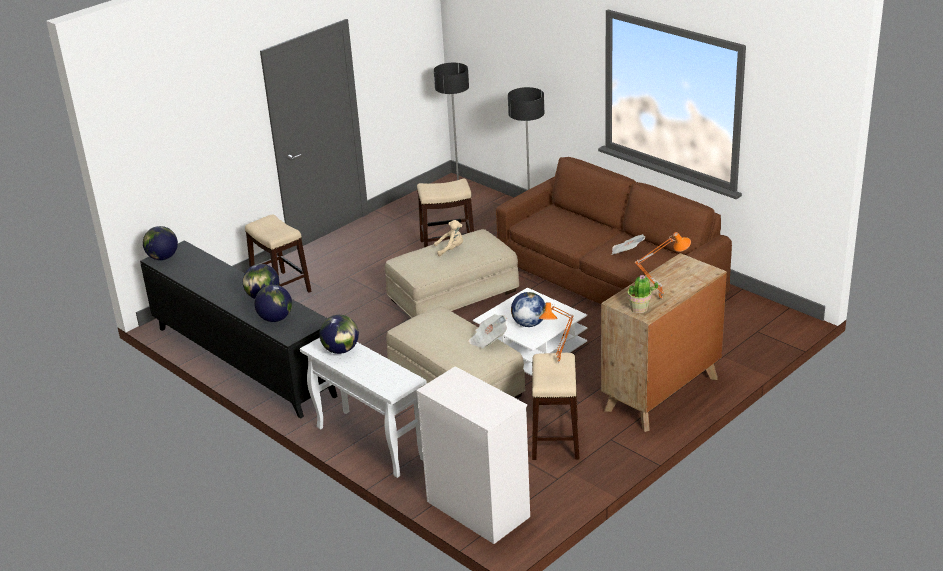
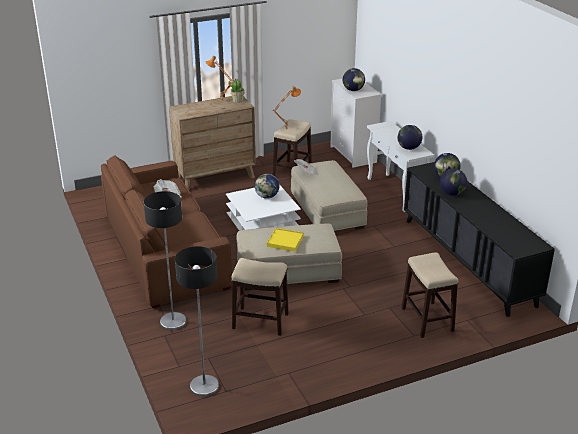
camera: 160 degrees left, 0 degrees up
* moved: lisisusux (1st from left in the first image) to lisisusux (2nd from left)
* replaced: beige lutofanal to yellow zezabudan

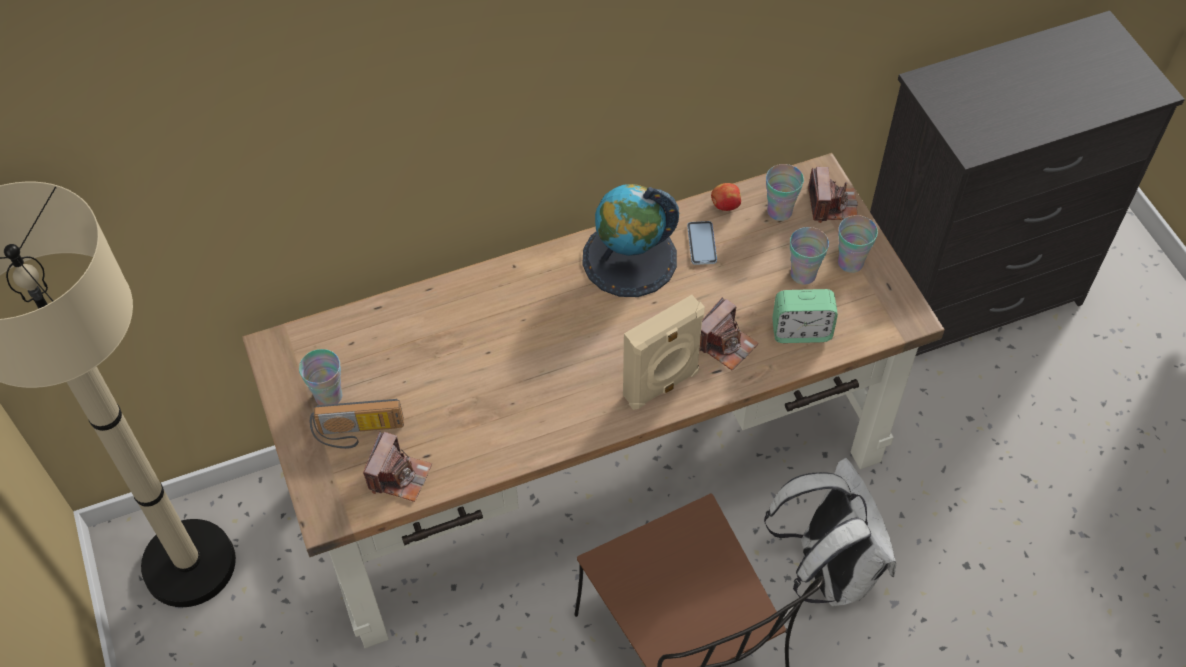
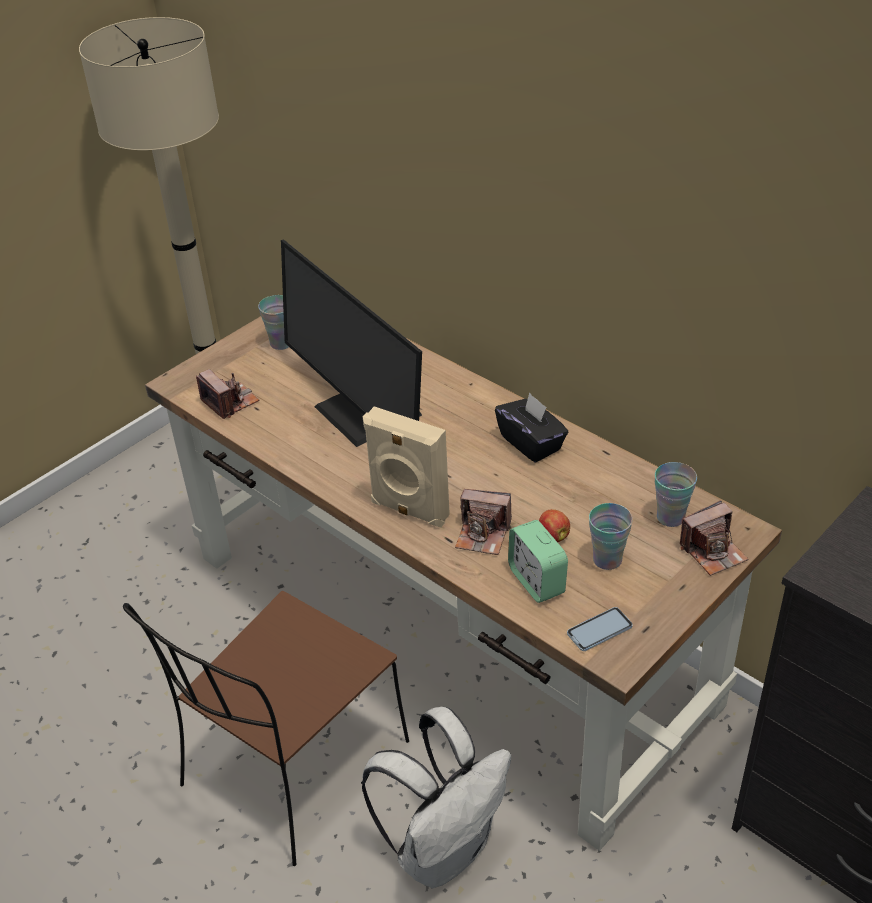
camera: 65 degrees right, 15 degrees down
* removed: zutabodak
* turned: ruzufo (1st from left) 120 degrees counterclockwise
* replaced: lisisusux to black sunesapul
* moved: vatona
* moved: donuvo
* removed: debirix (4th from left)
* added: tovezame

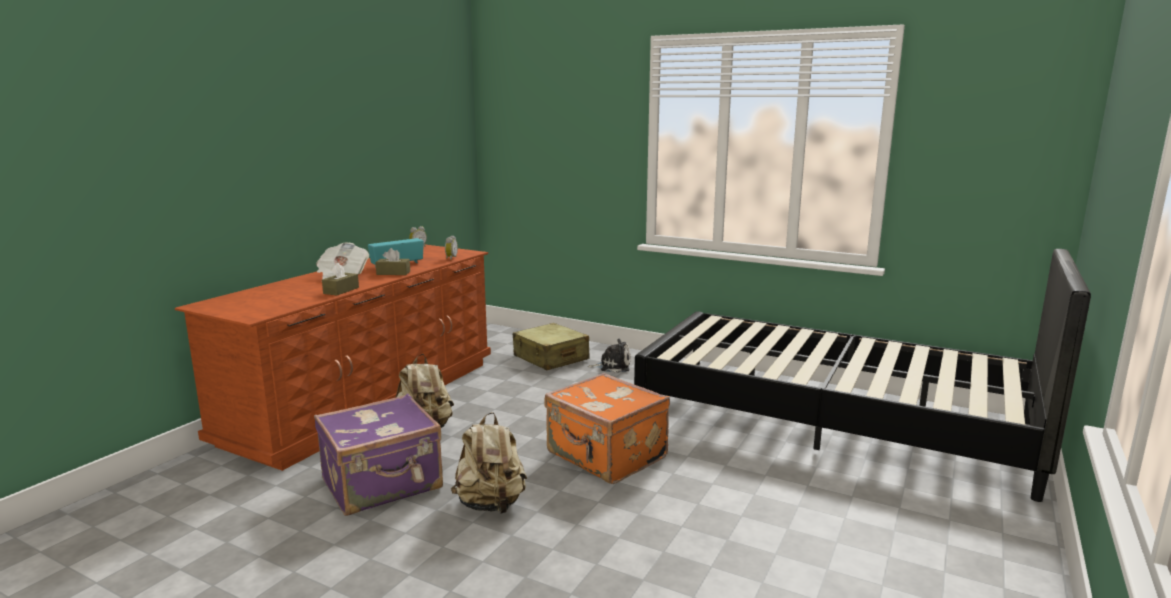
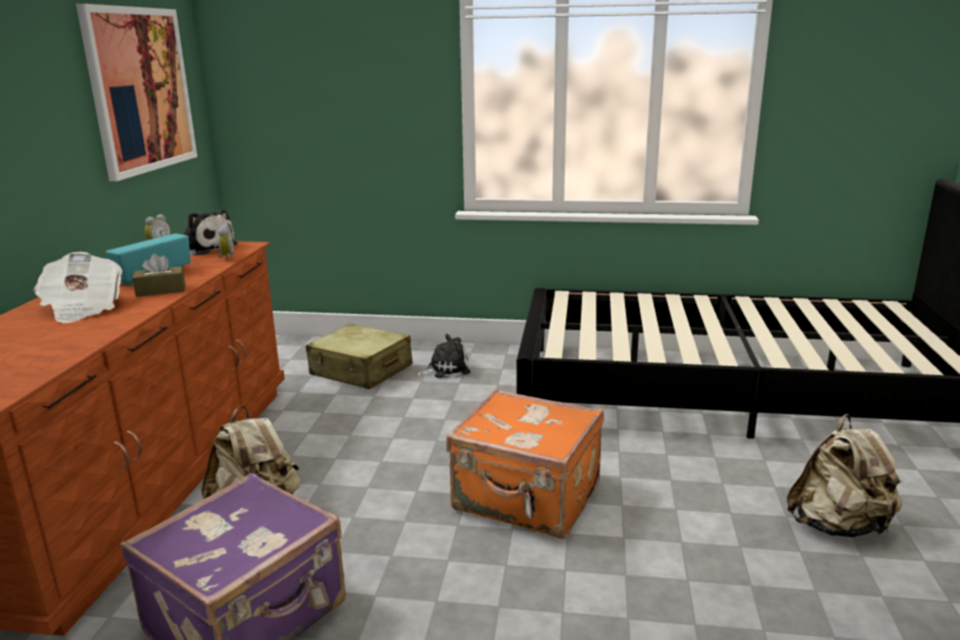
camera: 20 degrees left, 5 degrees up
* removed: brown sunesapul (1st from left)
* moved: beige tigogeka (2nd from left)
* added: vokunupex
* added: lutofanal (1st from left)

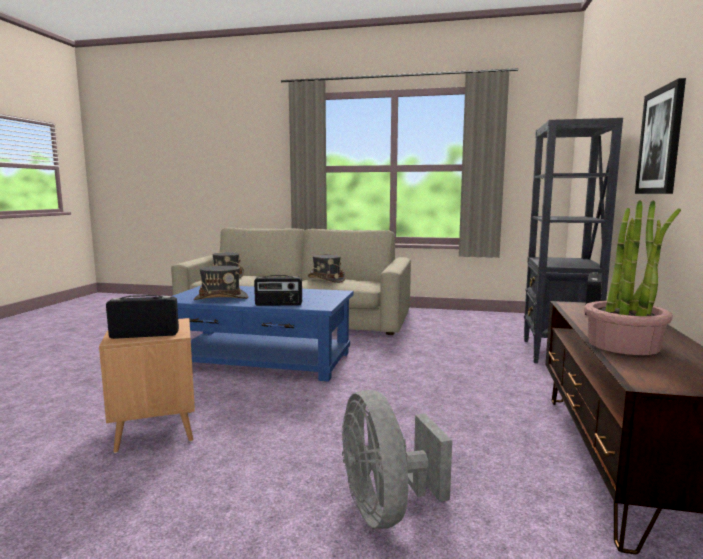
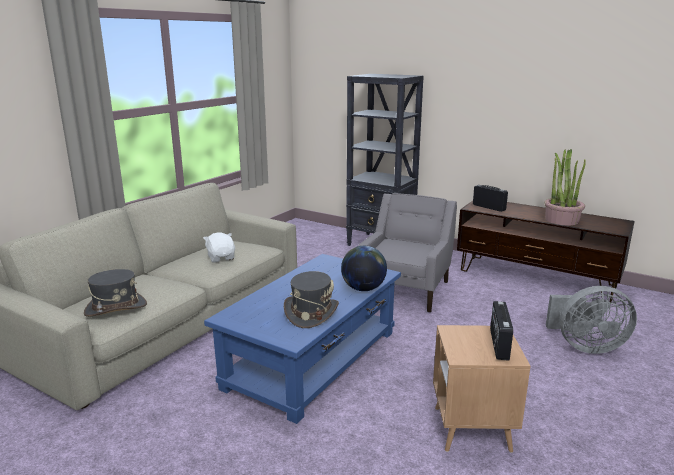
camera: 70 degrees left, 10 degrees up
* replaced: zutabodak (2nd from left) to lisisusux
* replaced: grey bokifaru (3rd from left) to white lutofanal
* removed: vokunupex
* added: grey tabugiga

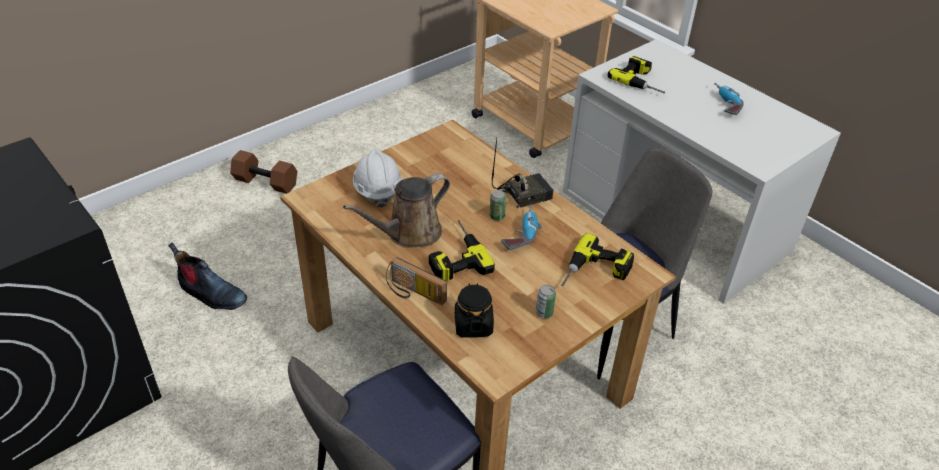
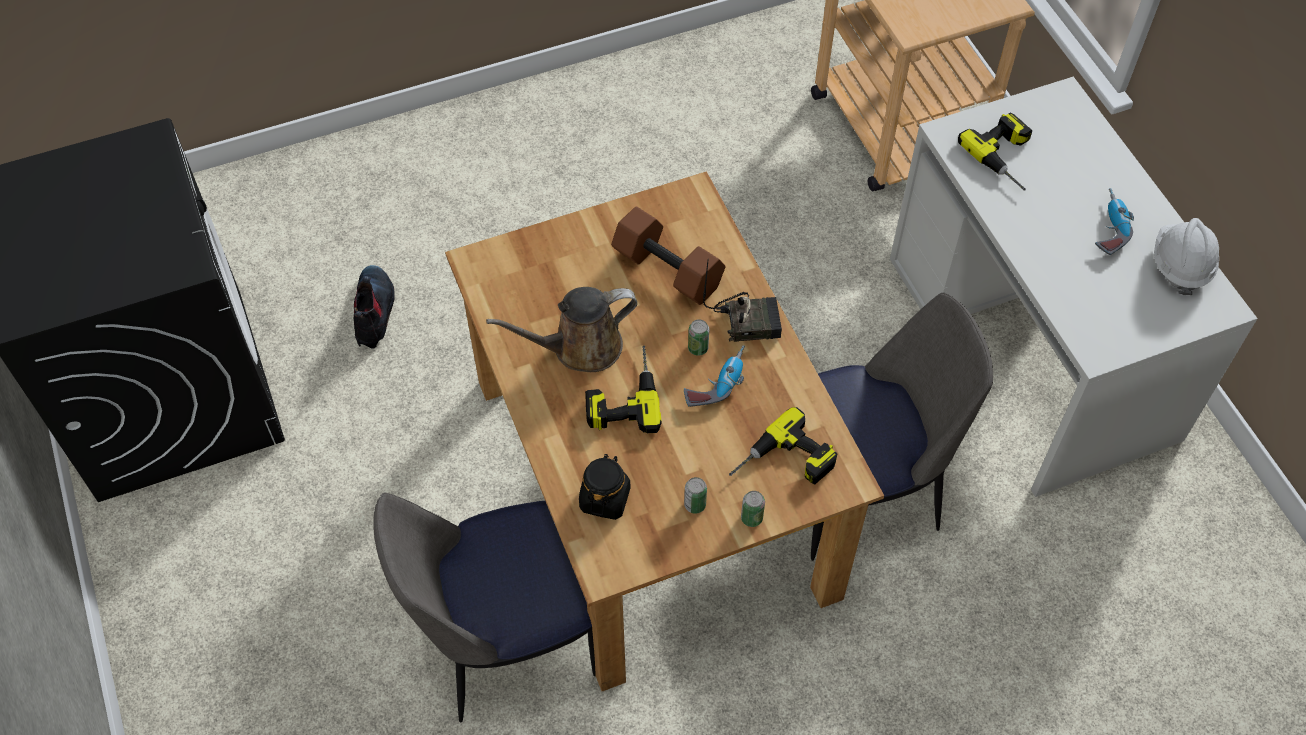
camera: 20 degrees right, 15 degrees up
* turned: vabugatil 135 degrees counterclockwise
* moved: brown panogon
* moved: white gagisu
* removed: zutabodak (1st from left)
* added: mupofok (3rd from left)

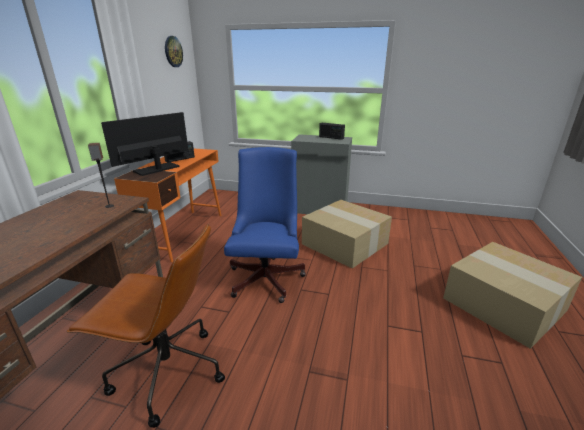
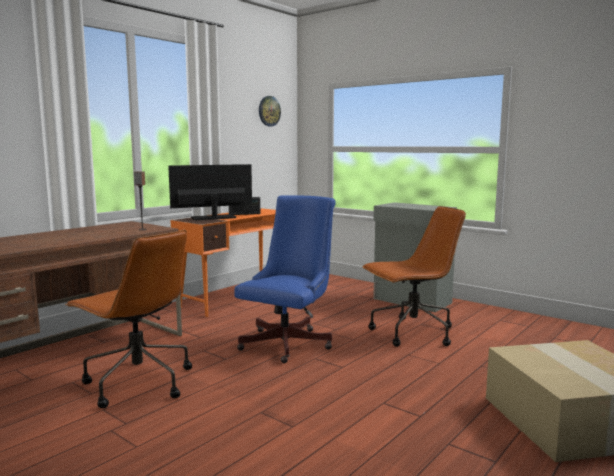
camera: 25 degrees right, 15 degrees down
* replaced: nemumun (1st from left) to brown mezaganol (2nd from left)
* removed: zutabodak (2nd from left)

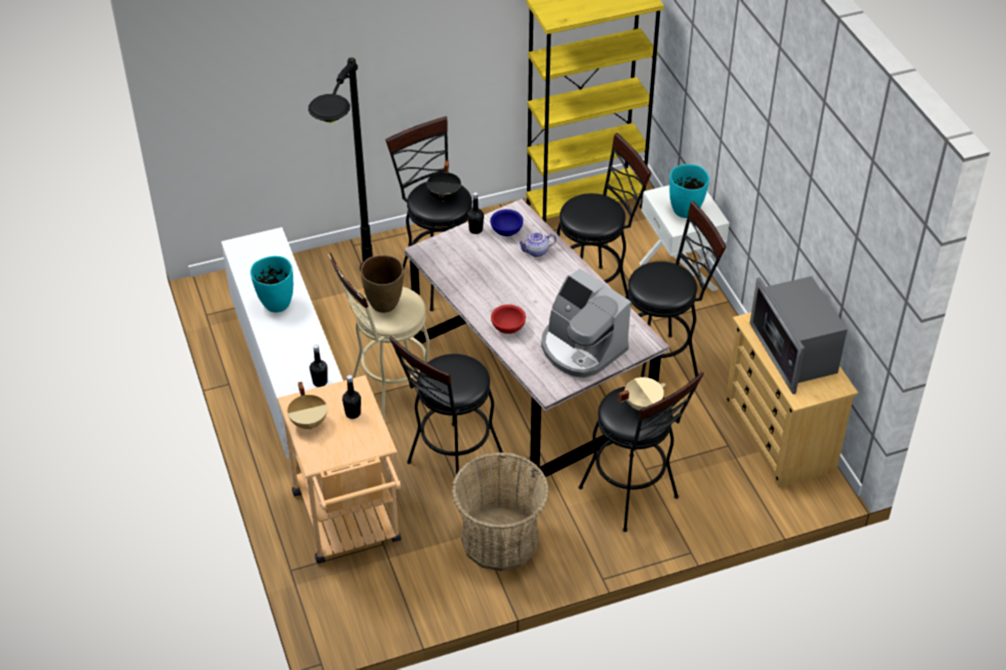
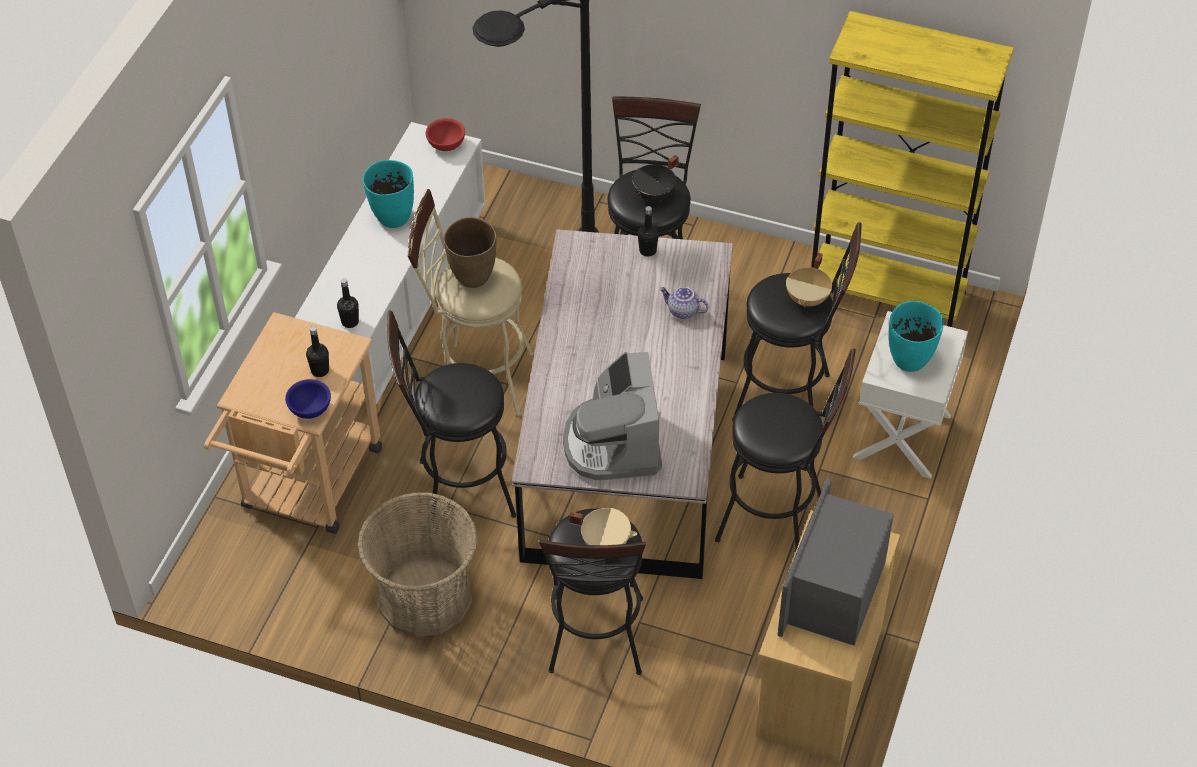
camera: 40 degrees right, 5 degrees up
* moved: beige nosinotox (1st from left in the first image) to beige nosinotox (2nd from left)
* moved: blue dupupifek
* moved: red dupupifek

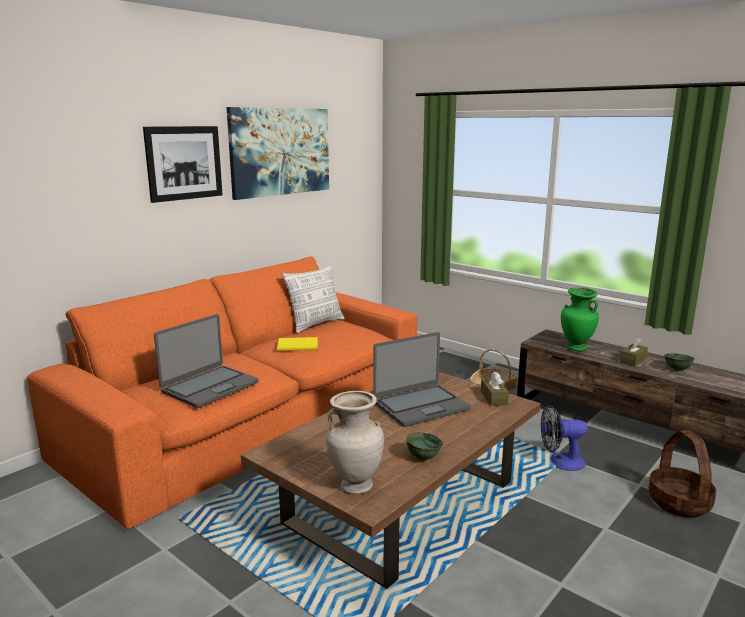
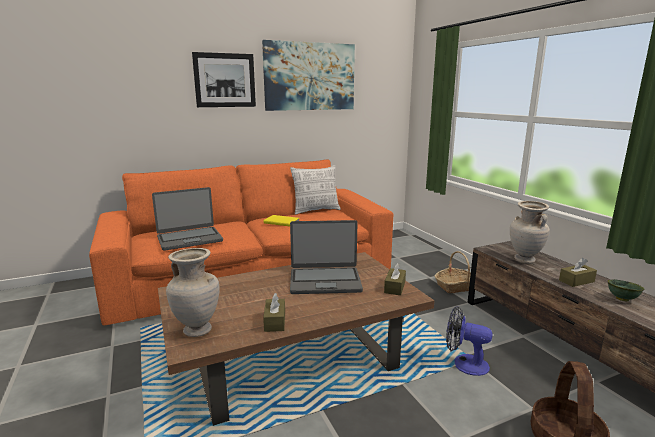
camera: 25 degrees right, 0 degrees up
* replaced: green dupupifek (1st from left) to brown sunesapul (1st from left)
* recoloured: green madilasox to beige madilasox (2nd from left)

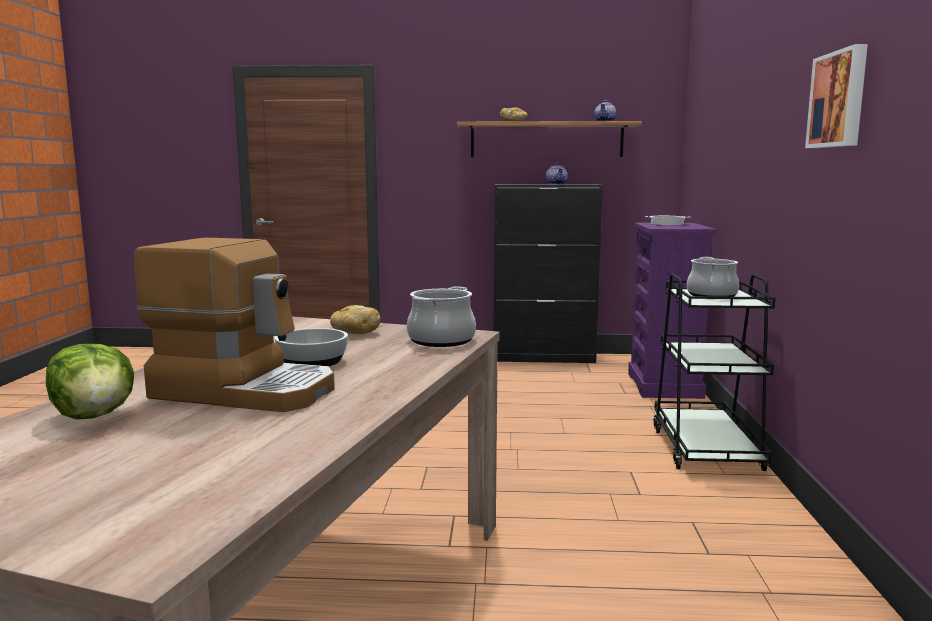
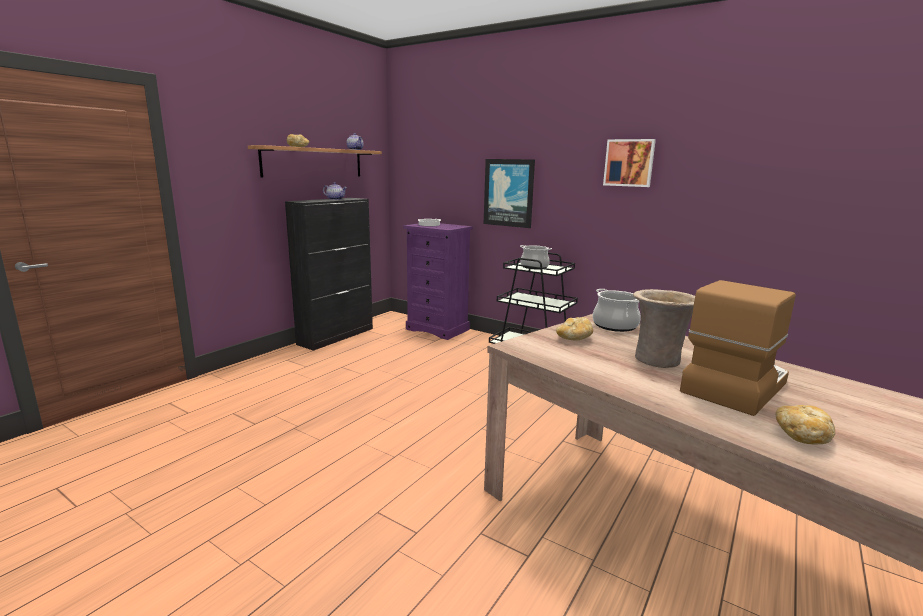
camera: 60 degrees left, 5 degrees up
* replaced: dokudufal to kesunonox (3rd from left)
* replaced: dupupifek to beige madilasox
* added: vokunupex (1st from left)

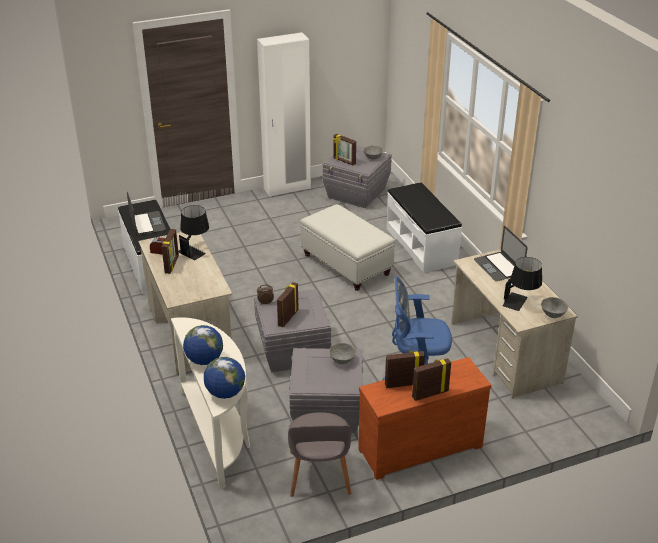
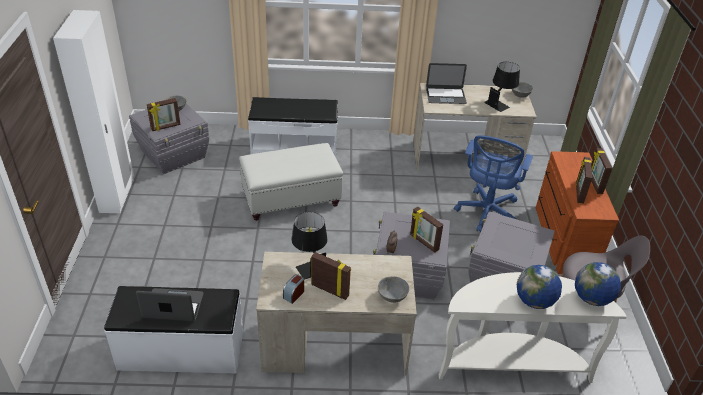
camera: 70 degrees left, 5 degrees up
* moved: grey dupupifek (1st from left in the first image) to grey dupupifek (2nd from left)

